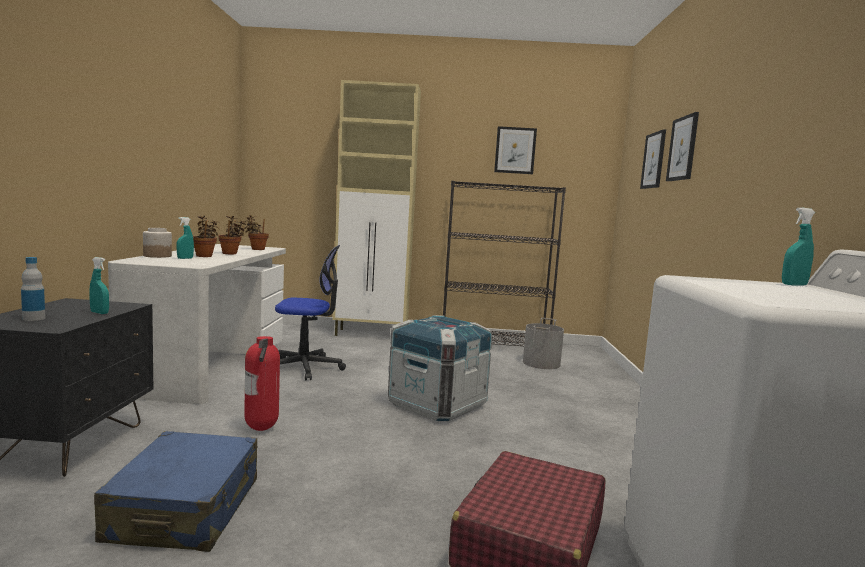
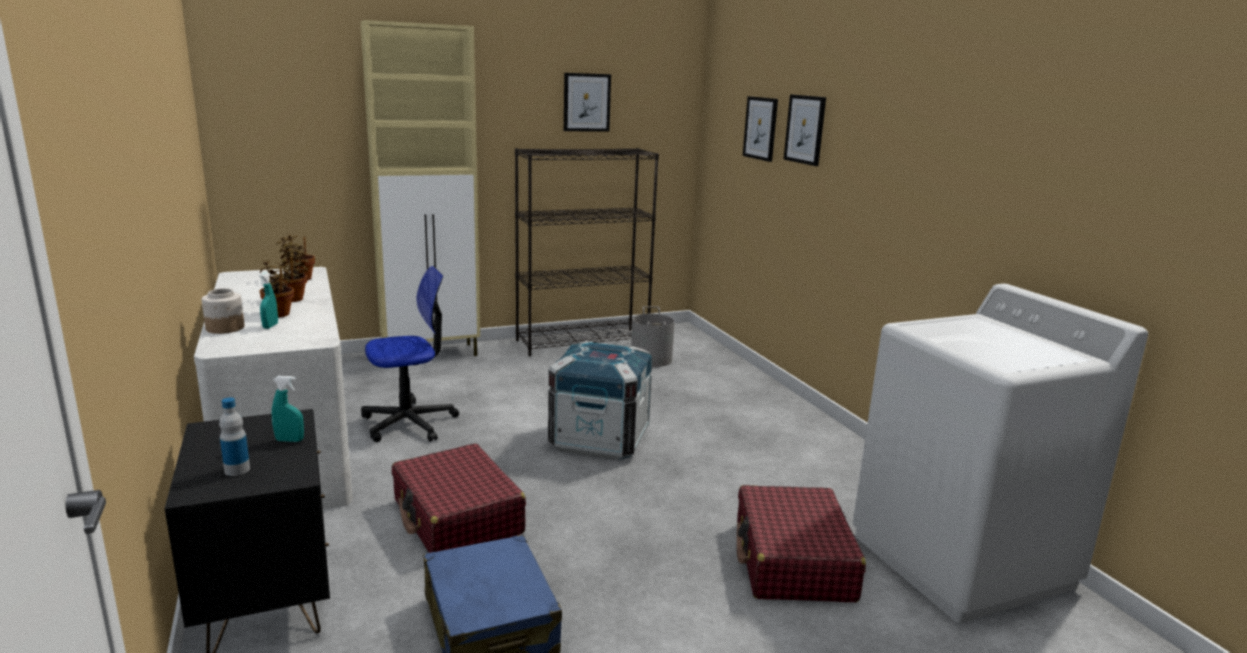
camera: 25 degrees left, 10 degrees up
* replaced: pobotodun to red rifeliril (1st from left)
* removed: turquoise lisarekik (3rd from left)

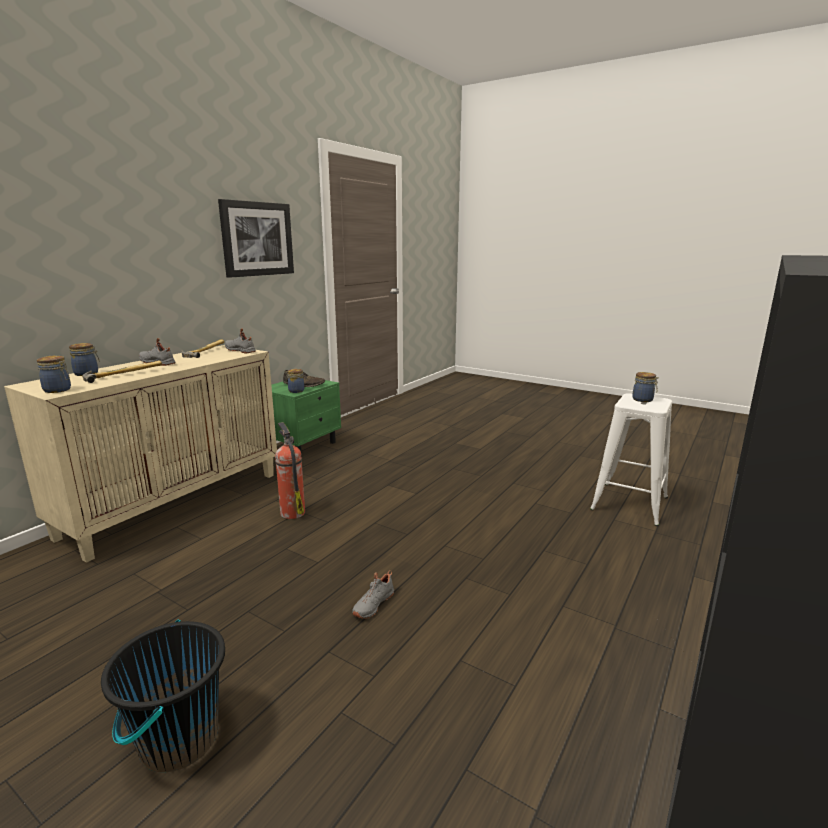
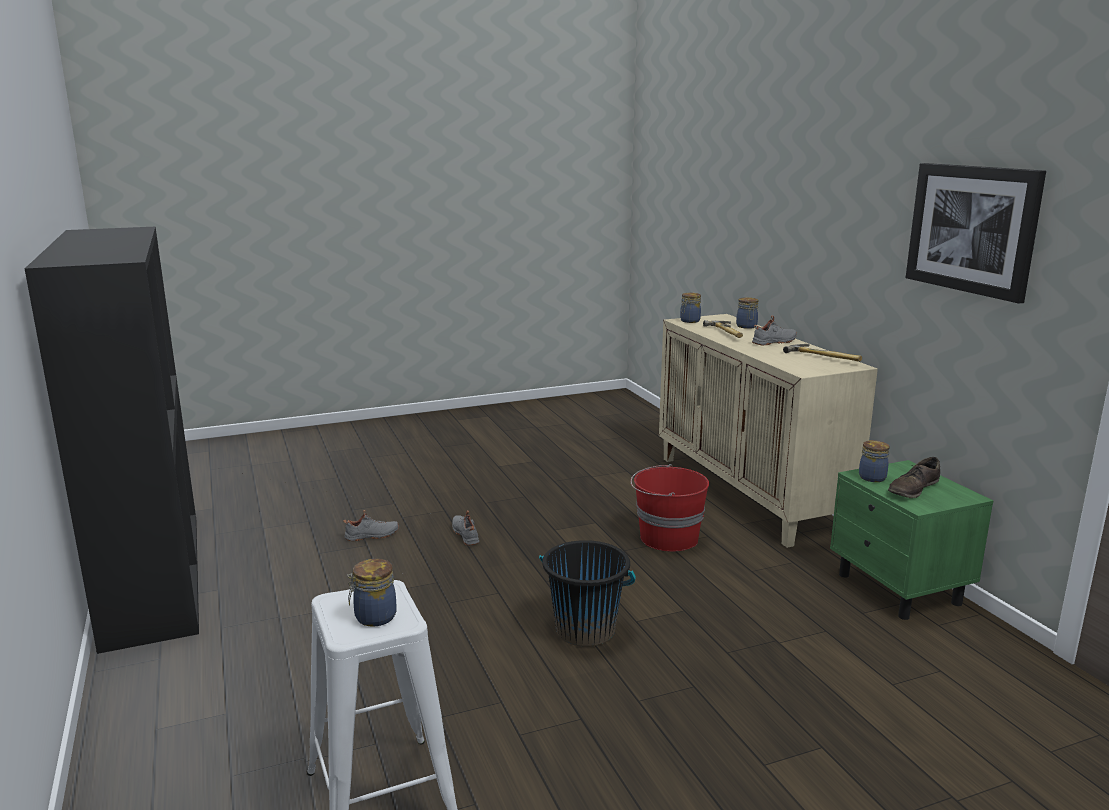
camera: 125 degrees right, 0 degrees up
* moved: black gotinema
* moved: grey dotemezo (2nd from left in the first image) to grey dotemezo (1st from left)
* replaced: pobotodun to red gotinema

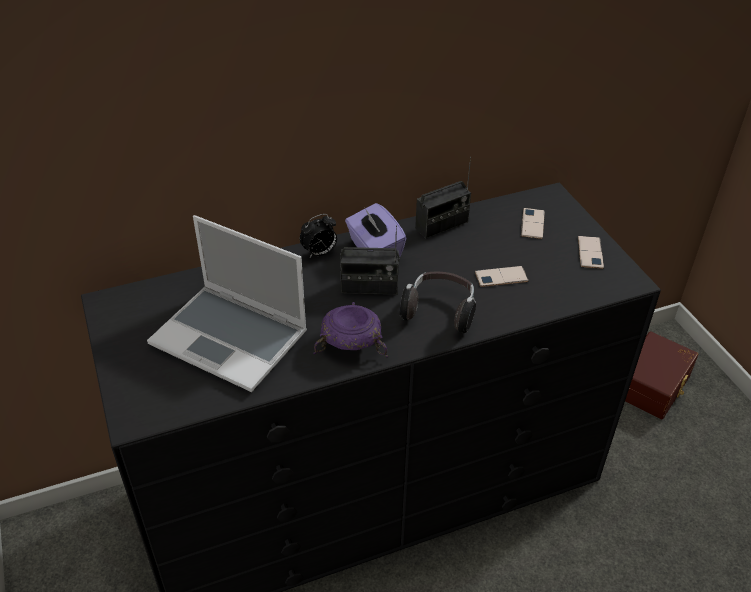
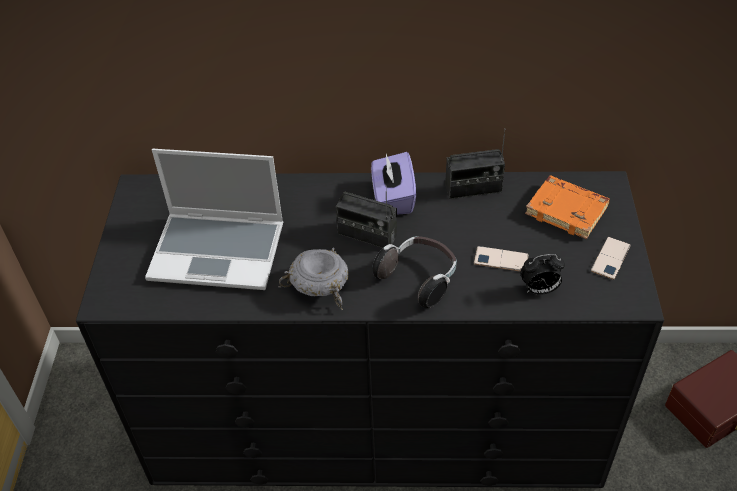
camera: 25 degrees right, 5 degrees up
* turned: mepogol 45 degrees counterclockwise
* moved: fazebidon
* recoloured: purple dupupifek to grey dupupifek
* replaced: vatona (2nd from left) to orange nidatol

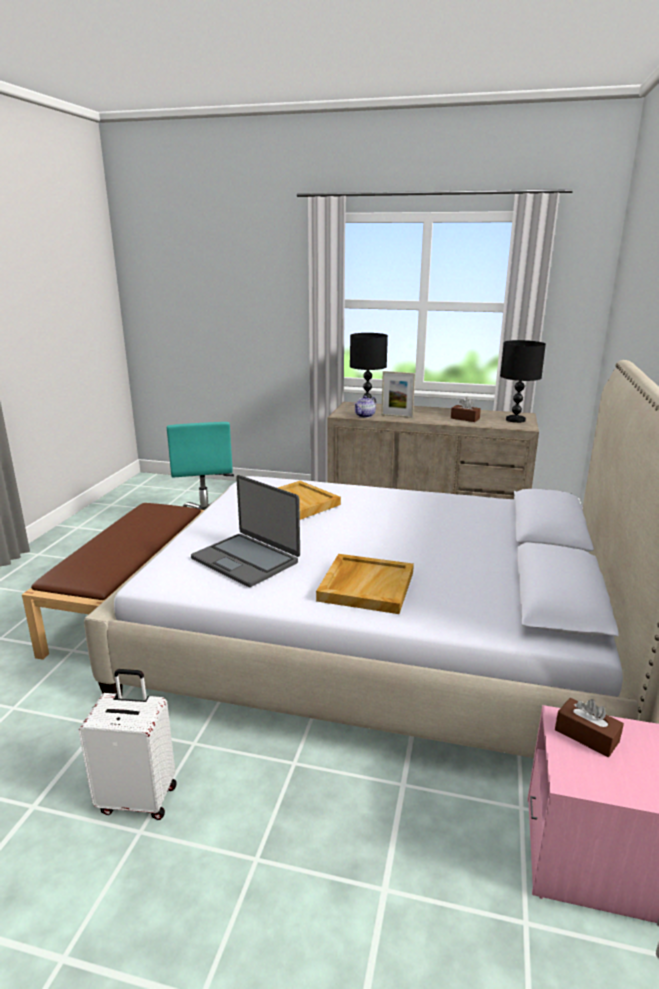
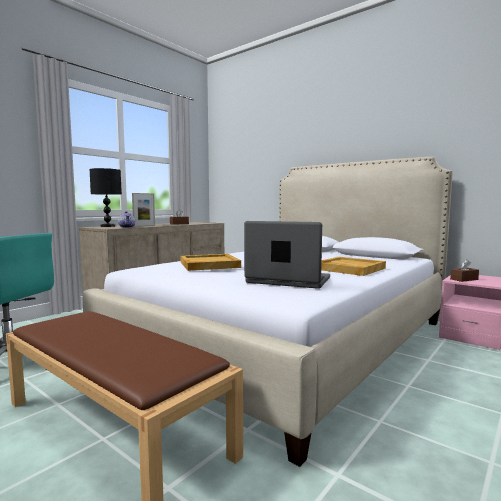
camera: 65 degrees left, 15 degrees down
* removed: white rifeliril
* turned: mepogol 135 degrees counterclockwise
* removed: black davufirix (2nd from left)

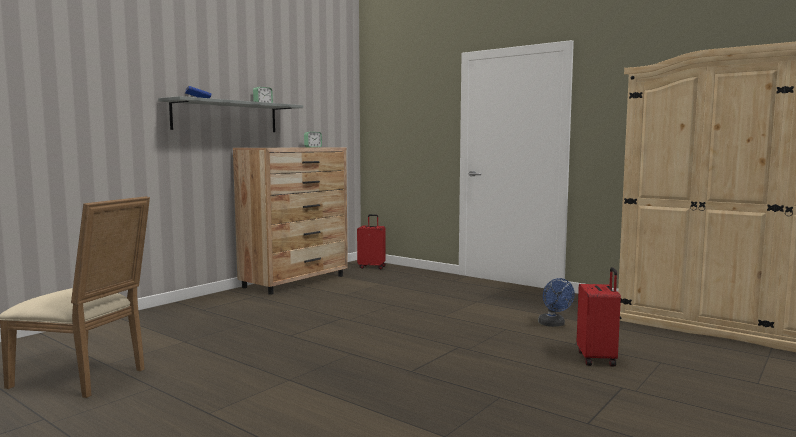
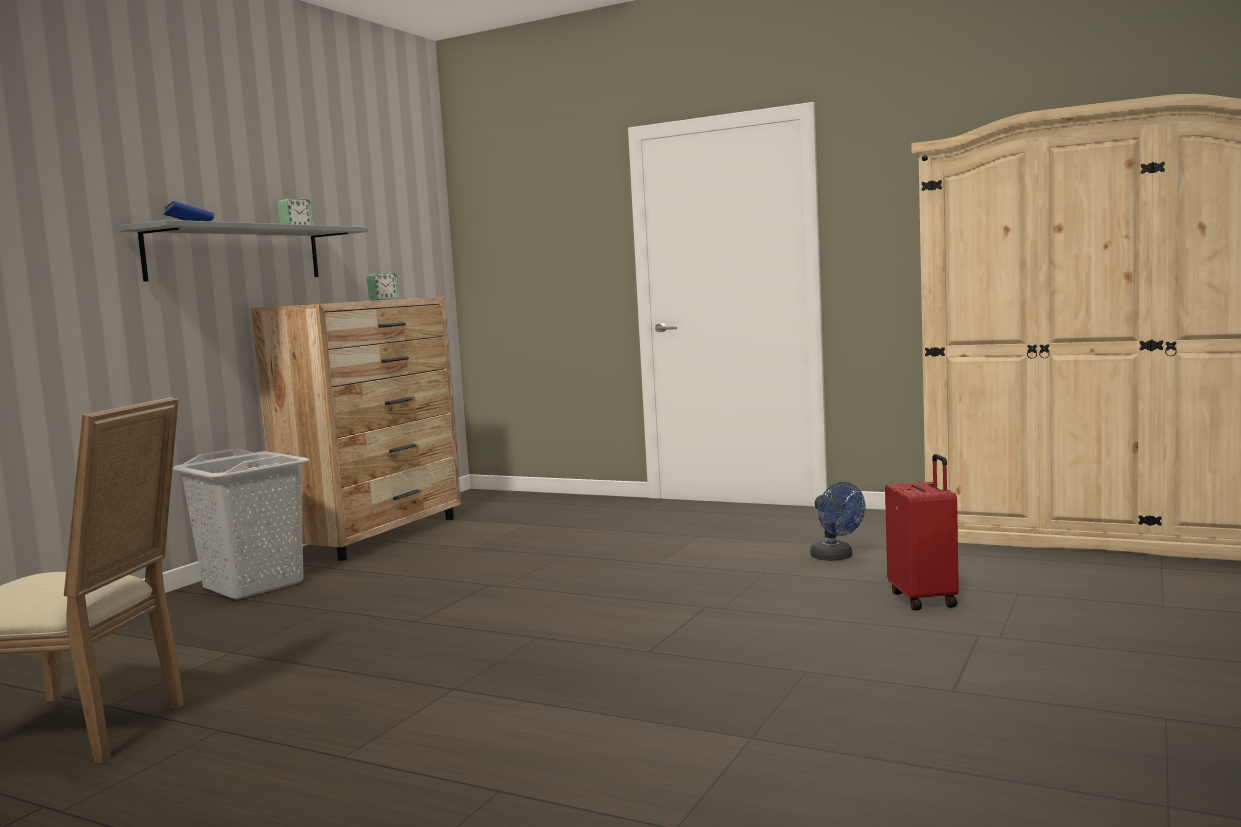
camera: 10 degrees left, 0 degrees up
* removed: red rifeliril (1st from left)
* added: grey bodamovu

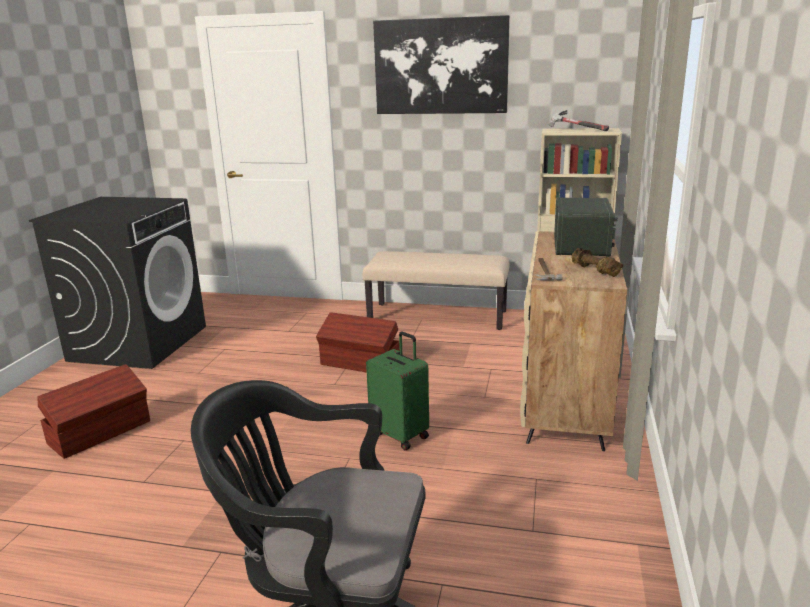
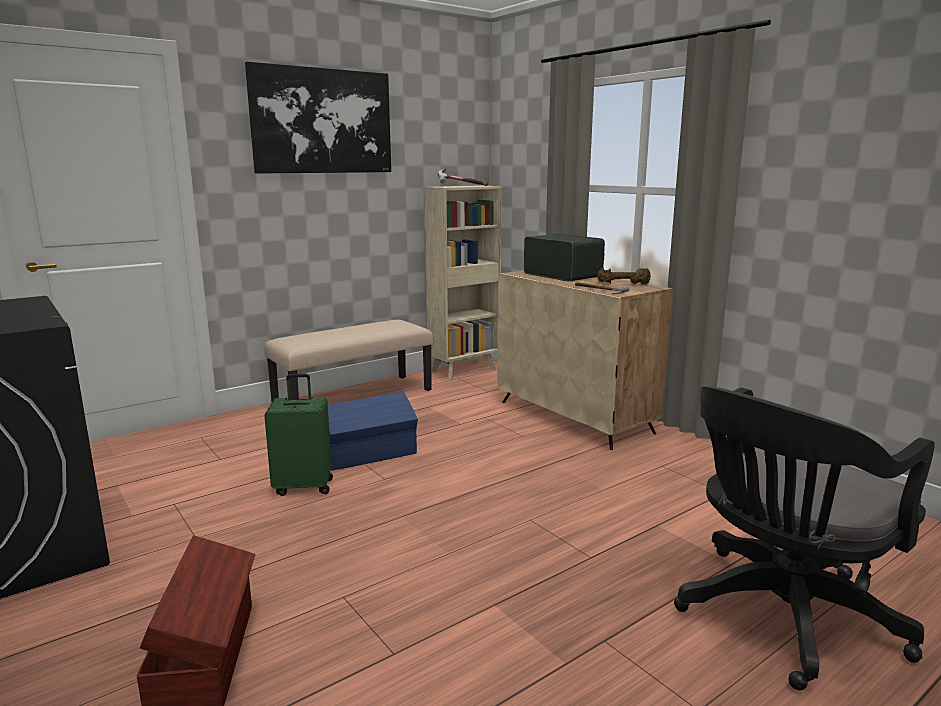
camera: 50 degrees left, 5 degrees down
* recoloured: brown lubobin (2nd from left) to blue lubobin
* moved: green rifeliril

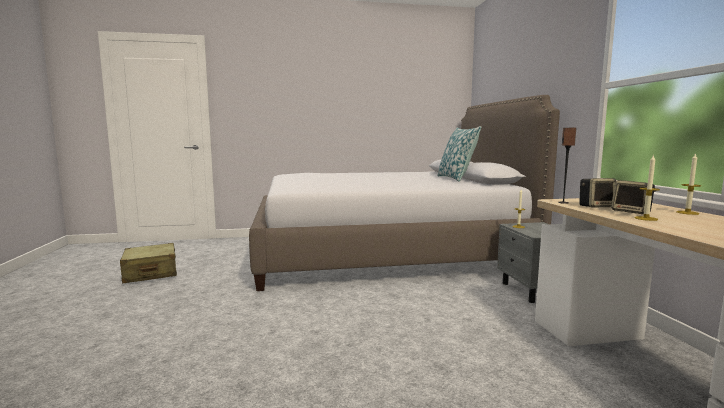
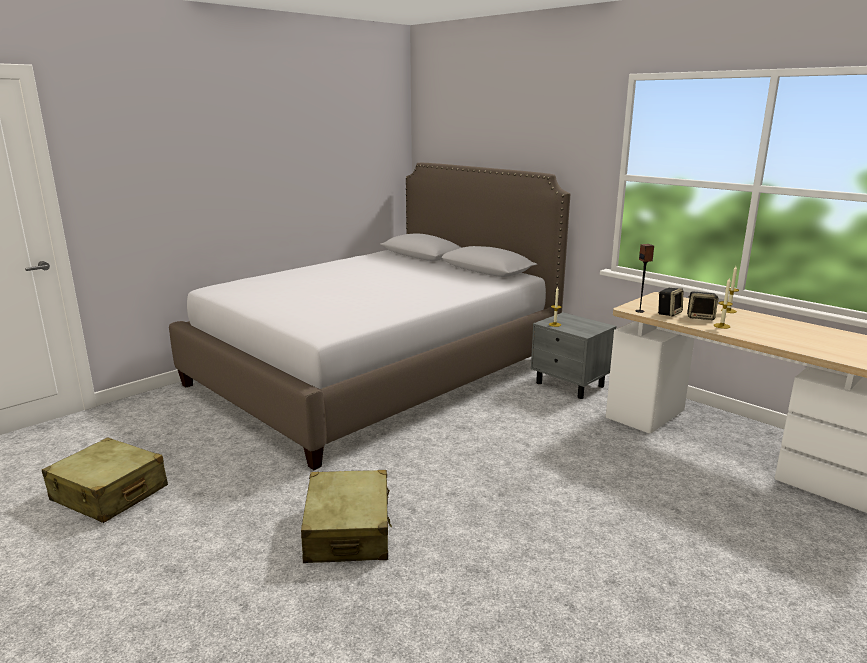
camera: 35 degrees left, 10 degrees up
* removed: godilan
* added: beige rifeliril (2nd from left)

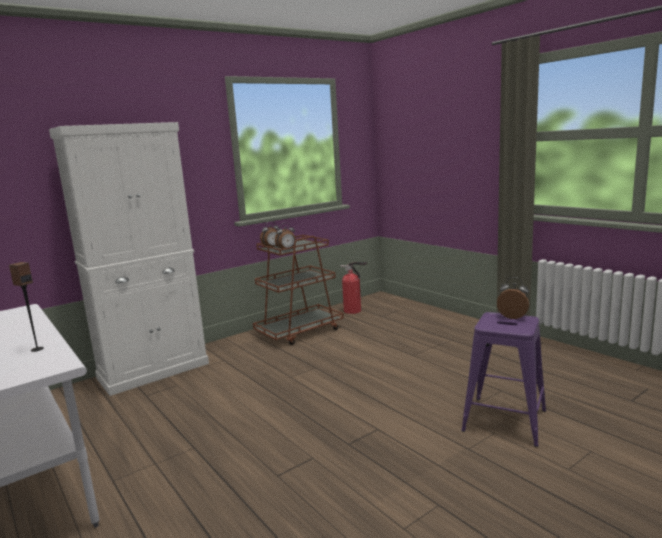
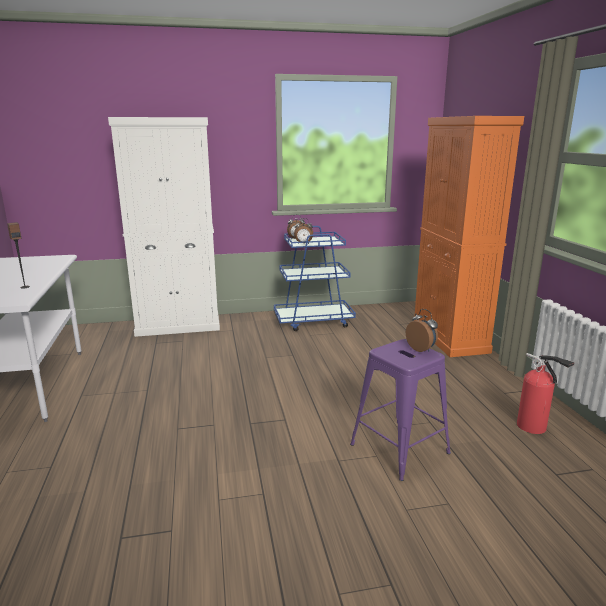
camera: 25 degrees right, 5 degrees up
* recoloured: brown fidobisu to blue fidobisu
* moved: pobotodun
* added: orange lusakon

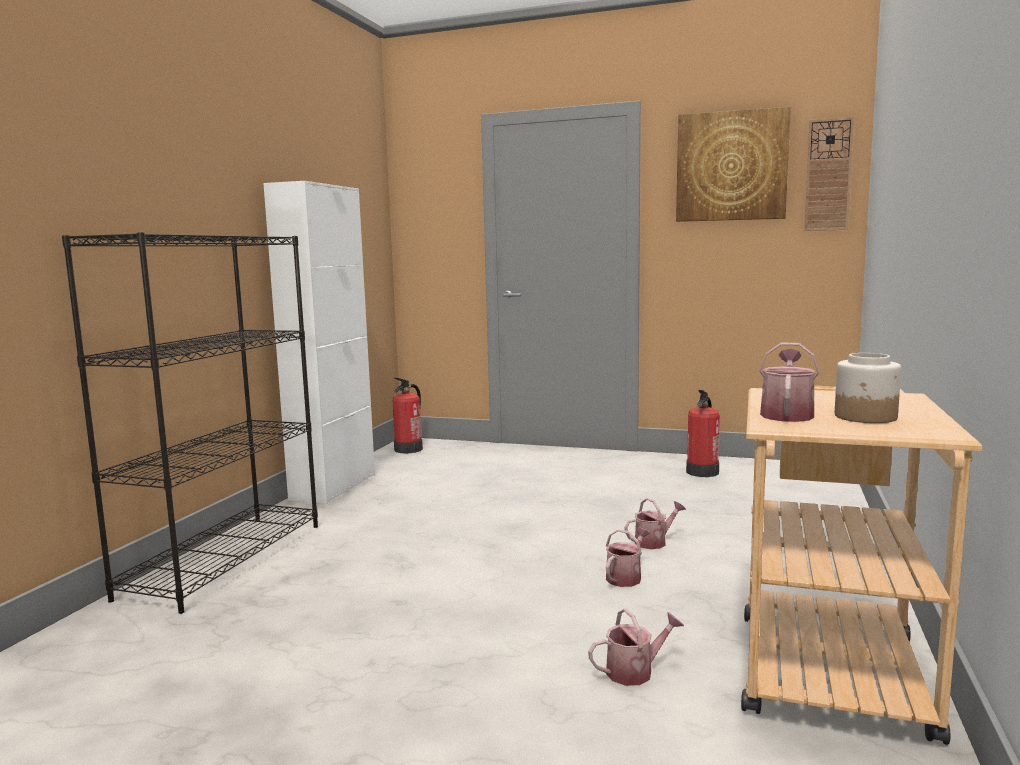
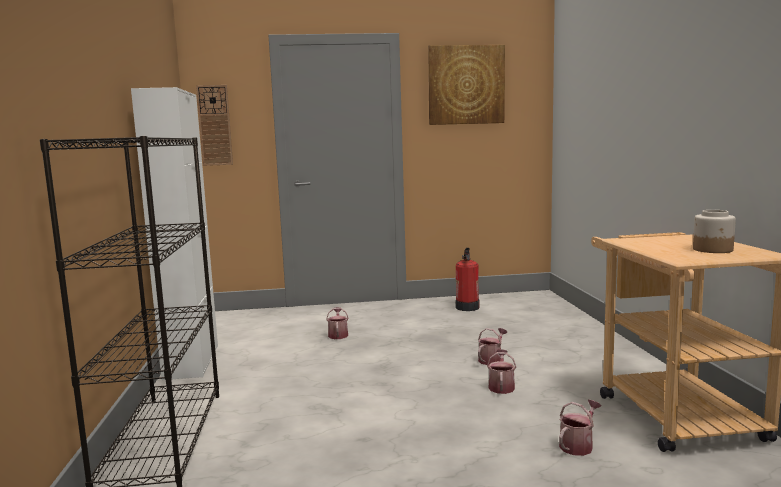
camera: 25 degrees left, 0 degrees up
* removed: pobotodun (1st from left)
* moved: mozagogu (4th from left in the first image) to mozagogu (1st from left)
* moved: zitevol

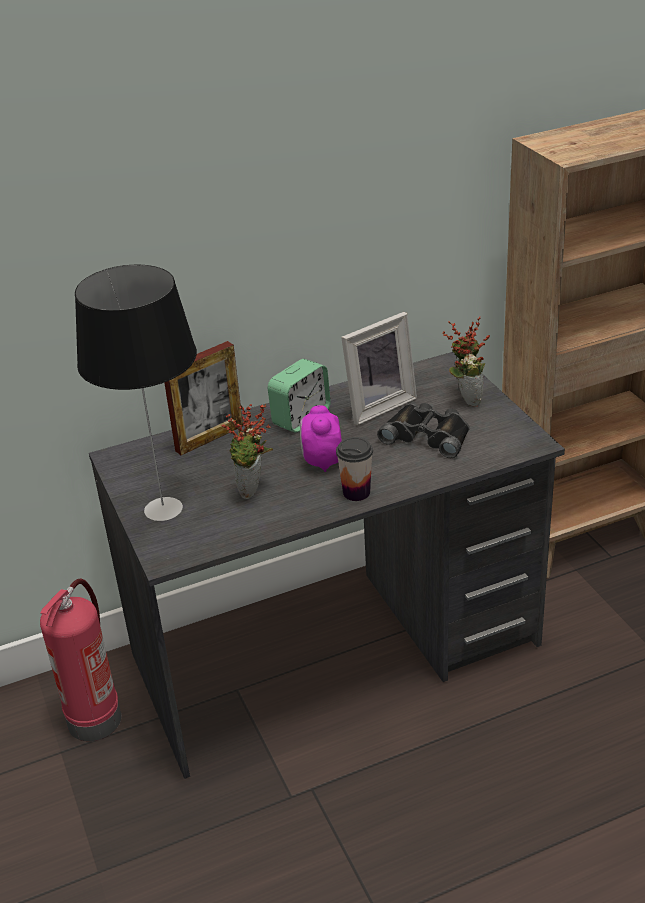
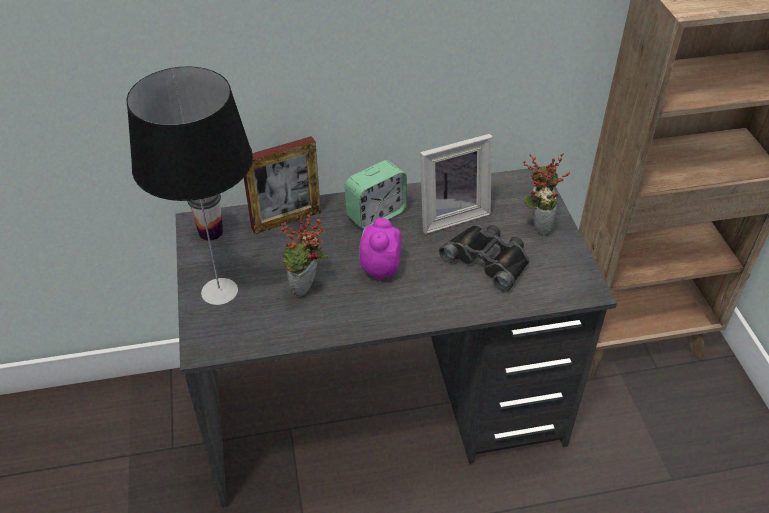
camera: 10 degrees right, 10 degrees up
* removed: pobotodun
* moved: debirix

